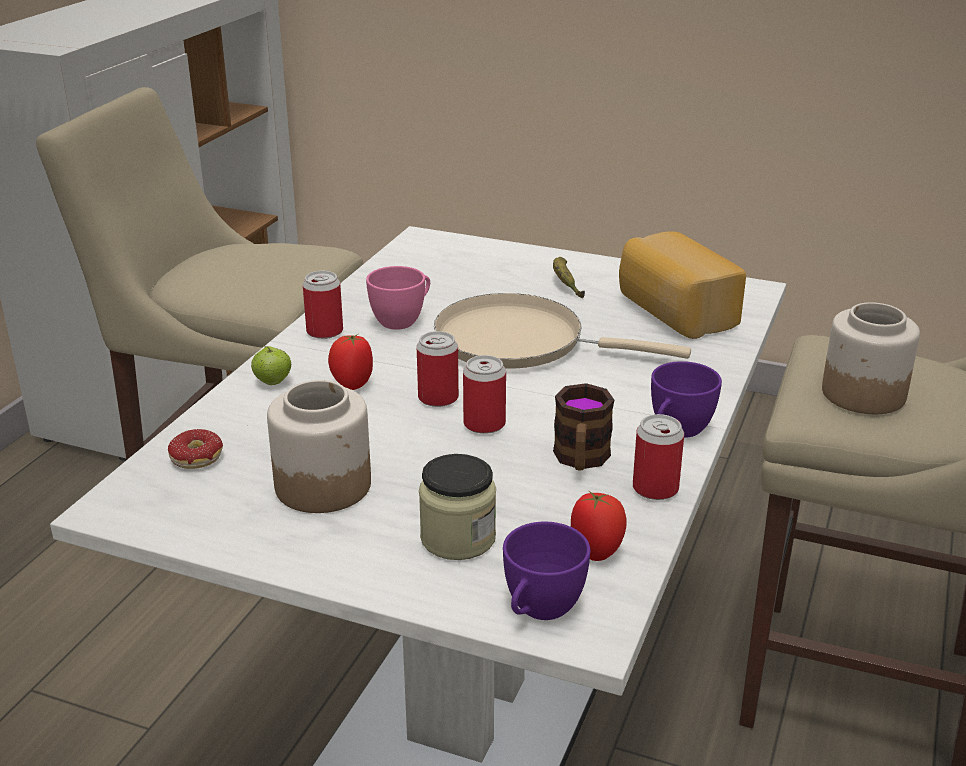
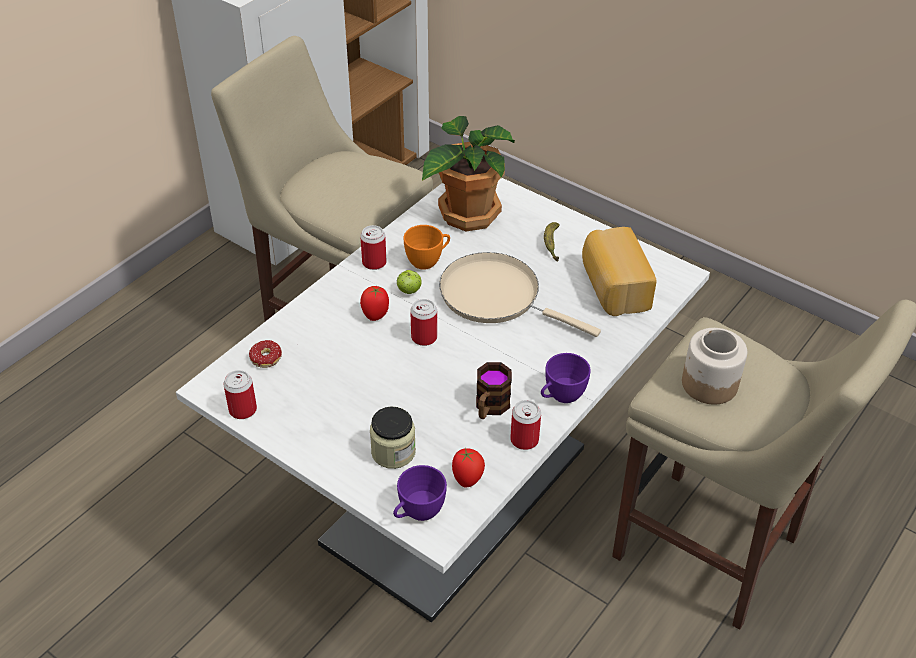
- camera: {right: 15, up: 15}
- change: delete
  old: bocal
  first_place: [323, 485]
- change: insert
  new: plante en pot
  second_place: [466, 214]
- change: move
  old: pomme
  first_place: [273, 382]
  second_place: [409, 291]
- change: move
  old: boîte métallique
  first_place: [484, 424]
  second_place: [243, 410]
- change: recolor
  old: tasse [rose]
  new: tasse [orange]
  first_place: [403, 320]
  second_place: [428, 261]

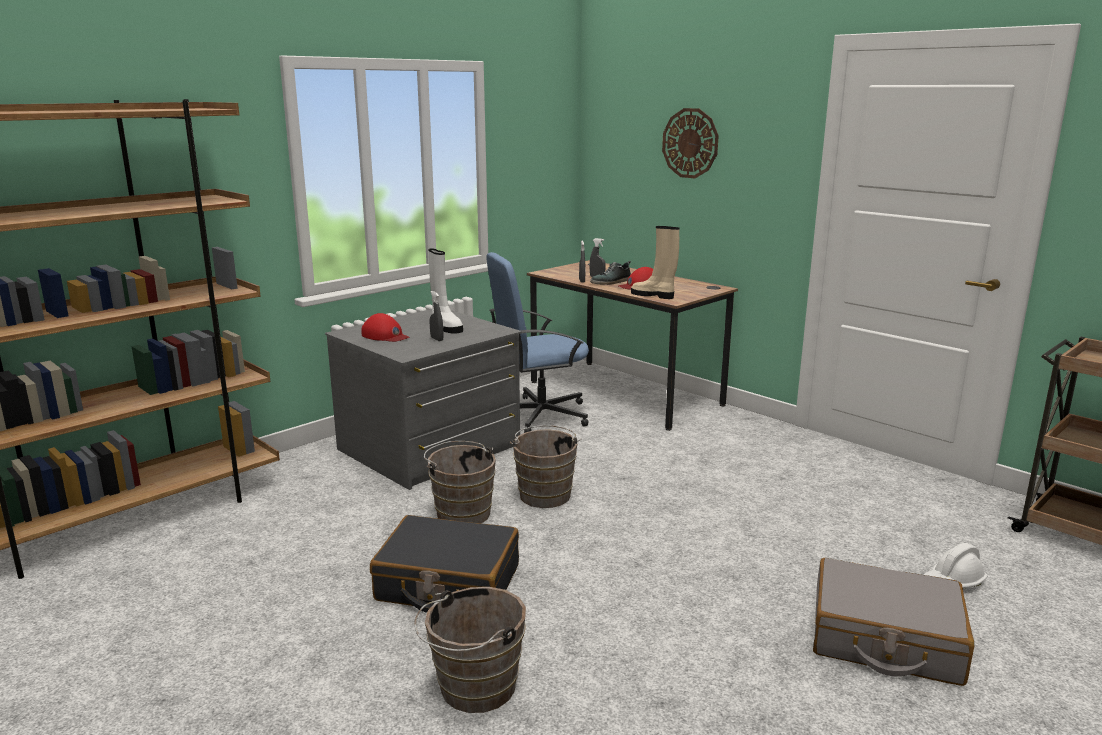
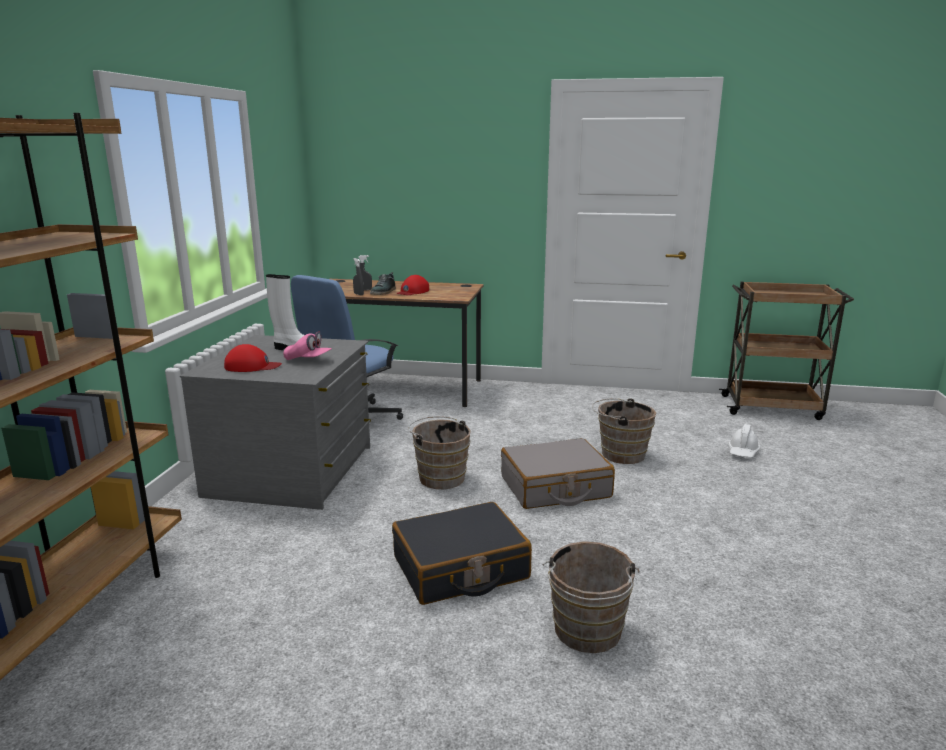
- camera: {right: -35, up: 0}
- change: delete
  old: botte [beige]
  first_place: [654, 295]
- change: delete
  old: horloge murale
  first_place: [690, 143]
- change: move
  old: seau [marron]
  first_place: [461, 512]
  second_place: [619, 454]
- change: move
  old: valise [gris]
  first_place: [885, 639]
  second_place: [555, 487]
- change: replace
  old: vaporisateur [gris]
  new: casquette [rose]
  first_place: [436, 339]
  second_place: [308, 360]

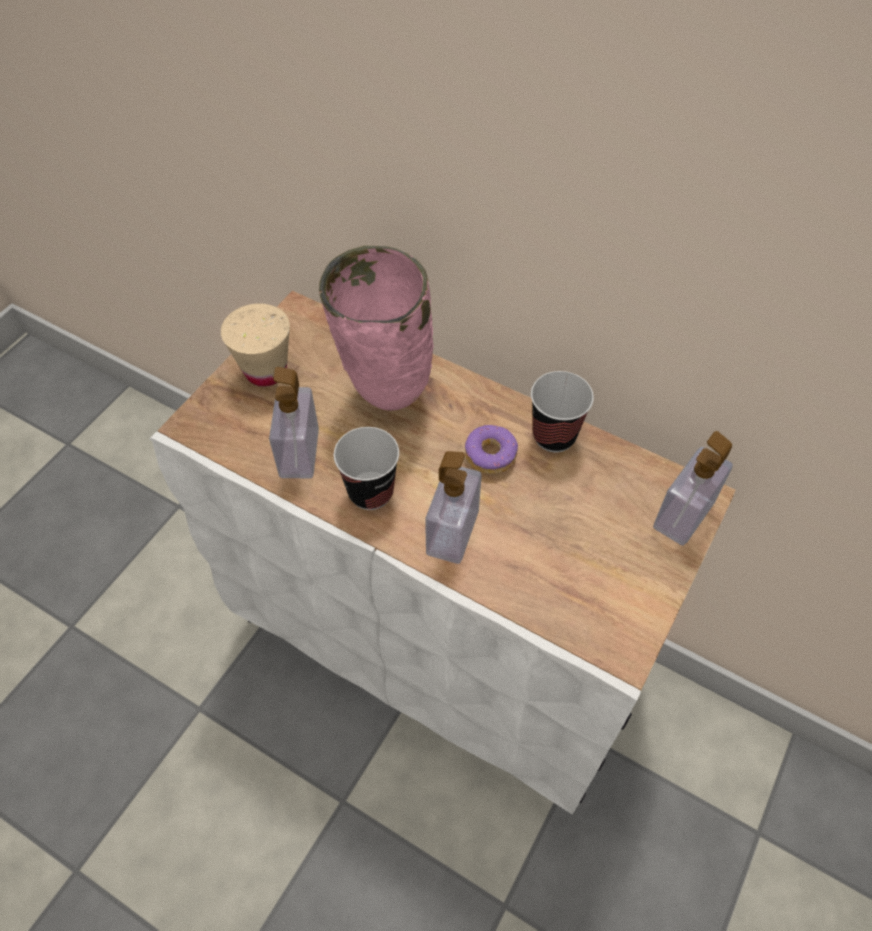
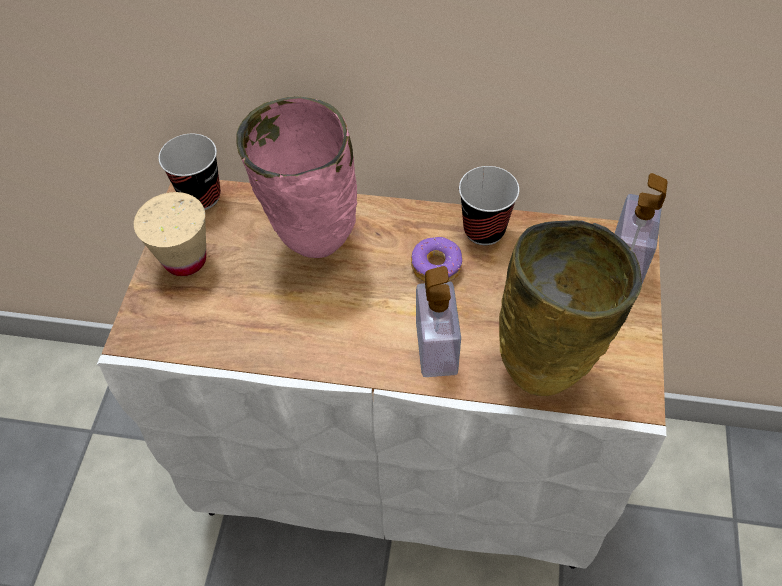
- camera: {right: -20, up: 0}
- change: delete
  old: distributeur de savon
  first_place: [299, 453]
- change: insert
  new: vase [beige]
  second_place: [547, 369]
- change: move
  old: tasse
  first_place: [371, 492]
  second_place: [201, 196]

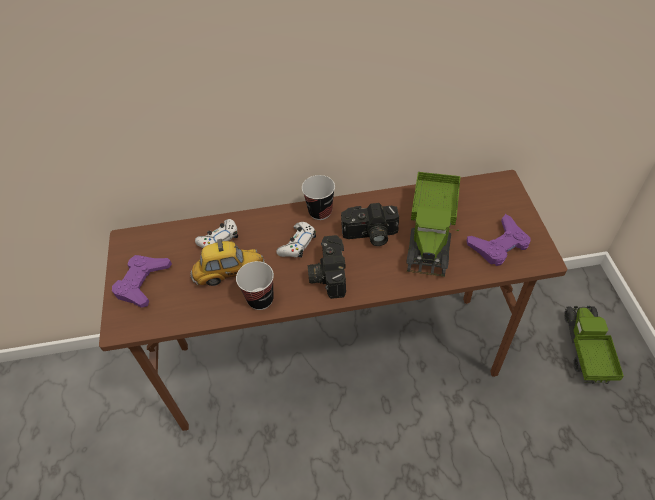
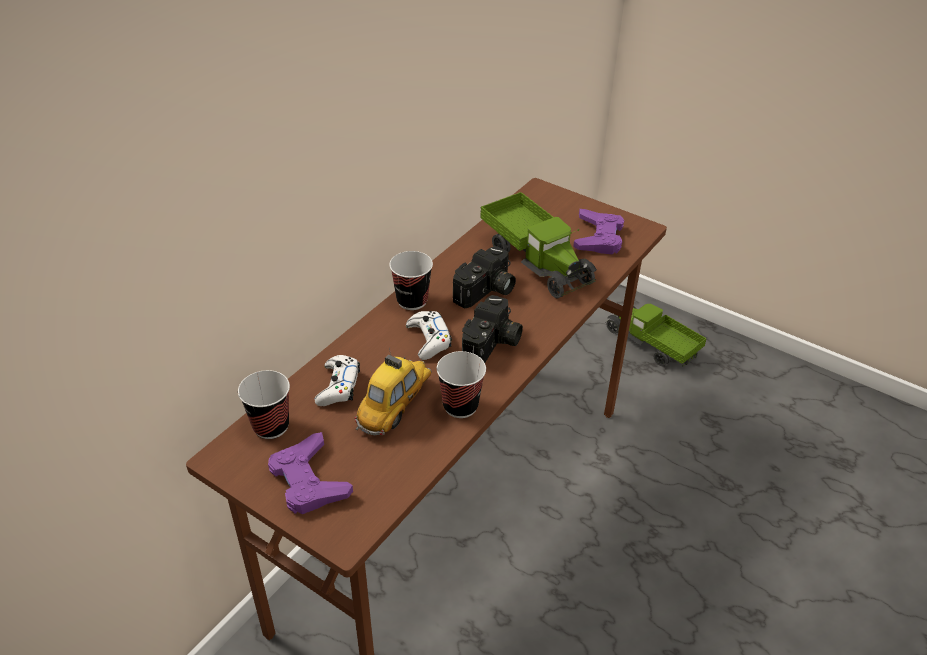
- camera: {right: -50, up: -10}
- change: insert
  new: tasse
  second_place: [271, 426]
- change: rotate
  old: appareil photo
  first_place: [327, 274]
  second_place: [492, 345]
  degrees: -105

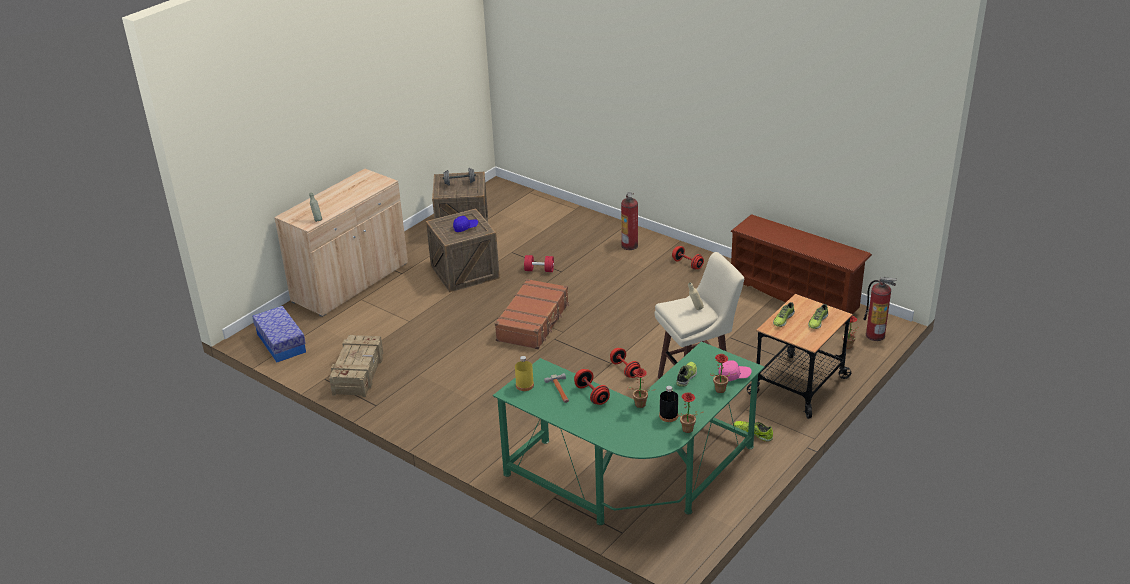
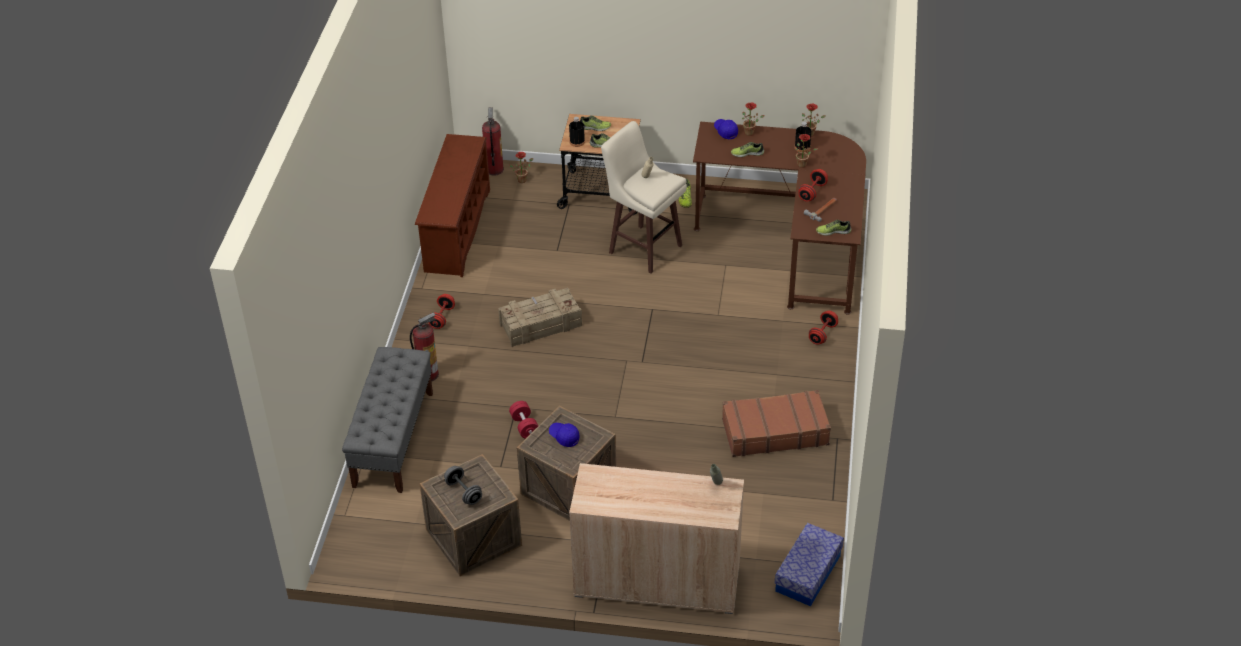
- camera: {right: -120, up: 10}
- change: insert
  new: banc [gris]
  second_place: [393, 439]
- change: insert
  new: bouteille [noir]
  second_place: [577, 142]
- change: move
  old: caisse
  first_place: [359, 373]
  second_place: [540, 325]
- change: move
  old: valise [marron]
  first_place: [533, 322]
  second_place: [774, 431]
- change: move
  old: haltère [rouge]
  first_place: [625, 369]
  second_place: [822, 334]
- change: replace
  old: bouteille [jaune]
  new: chaussure
  first_place: [524, 385]
  second_place: [833, 231]
- change: recolor
  old: bureau [vert]
  new: bureau [marron]
  first_place: [635, 479]
  second_place: [791, 241]
- change: recolor
  old: casquette [rose]
  new: casquette [bleu]
  first_place: [734, 376]
  second_place: [725, 131]

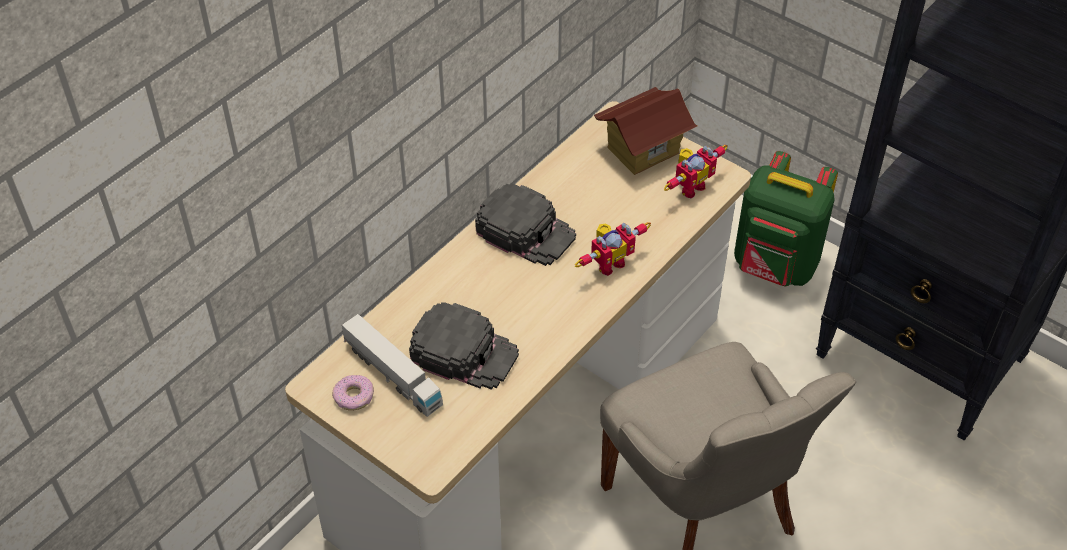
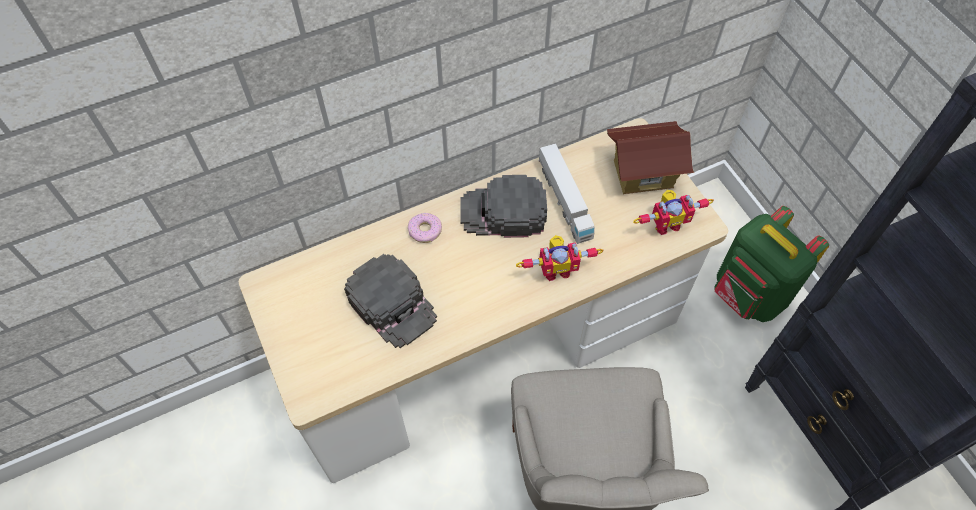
- camera: {right: 25, up: 10}
- change: move
  old: beignet
  first_place: [354, 397]
  second_place: [425, 231]
- change: move
  old: camion jouet
  first_place: [392, 374]
  second_place: [564, 200]
- change: rotate
  old: casquette [noir]
  first_place: [526, 231]
  second_place: [503, 212]
  degrees: 120

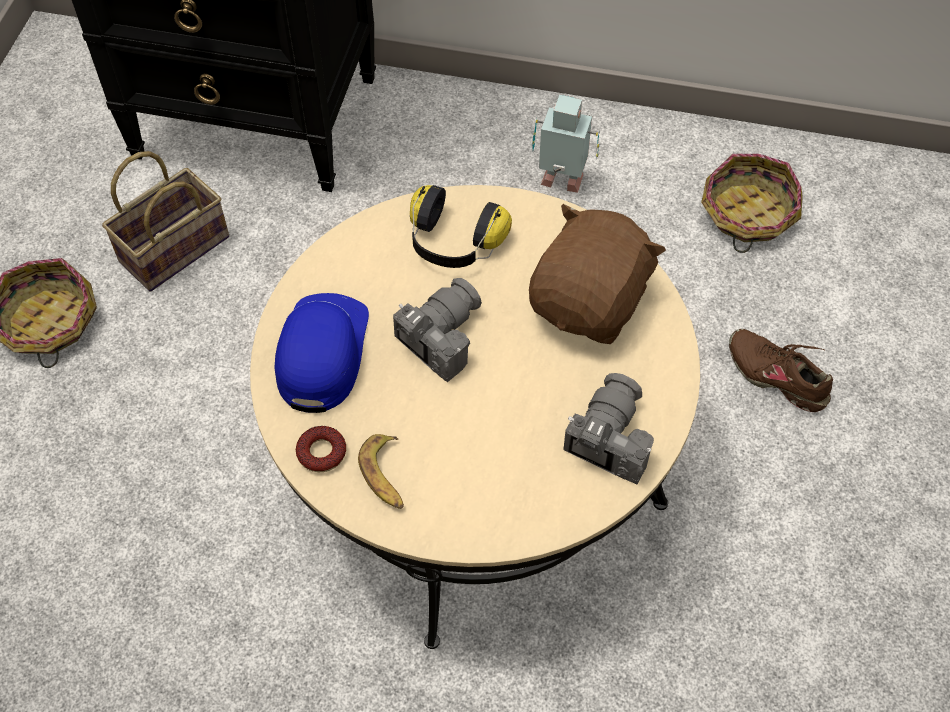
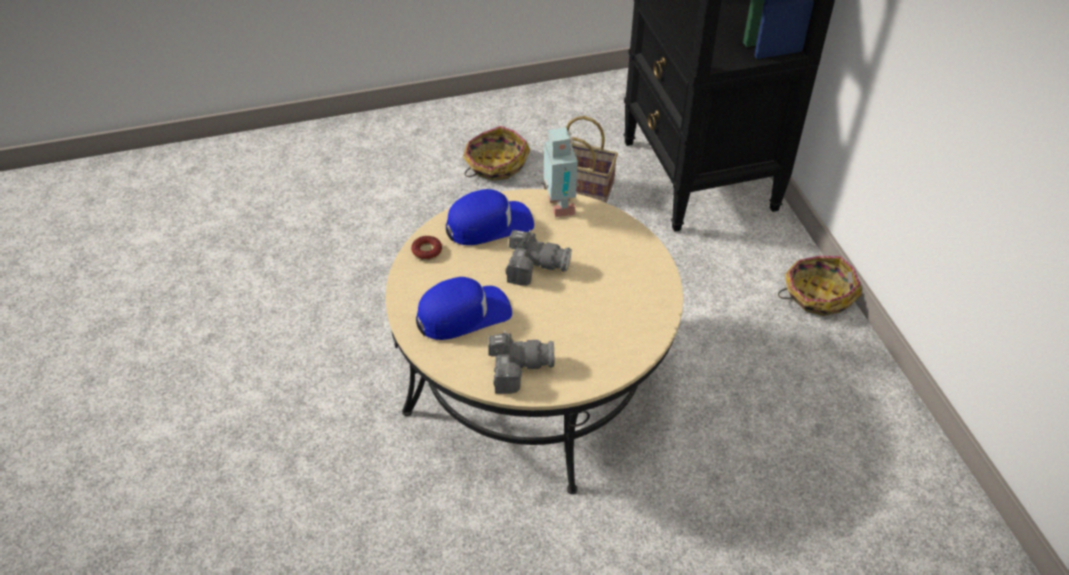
- camera: {right: 60, up: -10}
- change: delete
  old: banane
  first_place: [386, 476]
- change: delete
  old: casque audio
  first_place: [453, 243]
- change: delete
  old: peluche [marron]
  first_place: [591, 303]
- change: delete
  old: chaussure [marron]
  first_place: [777, 376]
- change: insert
  new: casquette [bleu]
  second_place: [463, 314]
- change: move
  old: robot jouet
  first_place: [562, 183]
  second_place: [558, 207]
- change: move
  old: panier
  first_place: [747, 214]
  second_place: [817, 294]

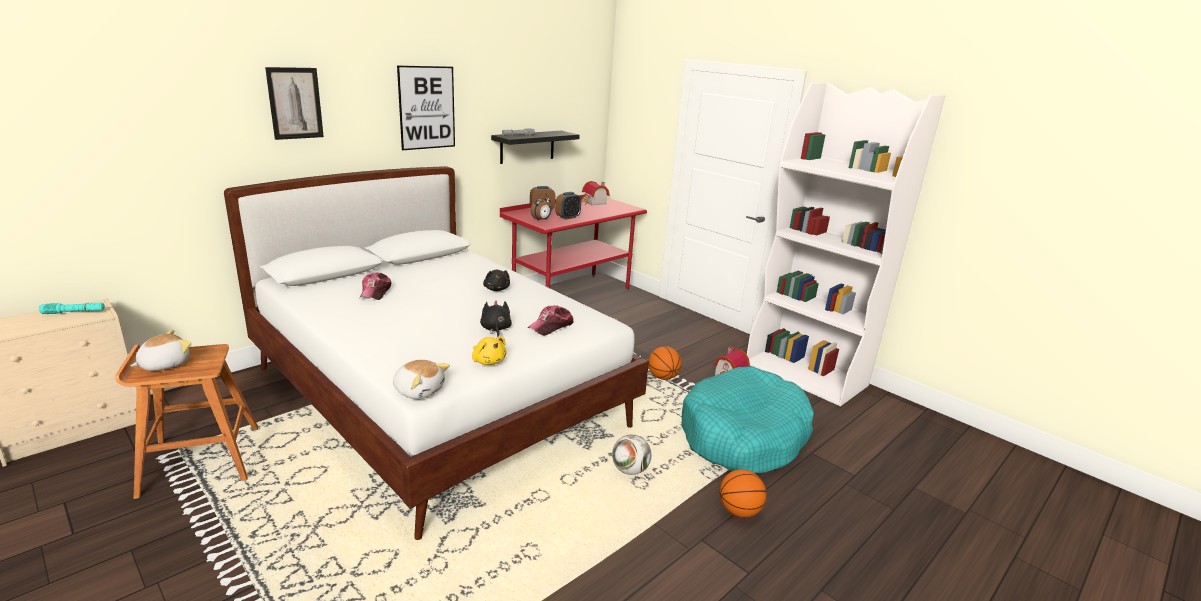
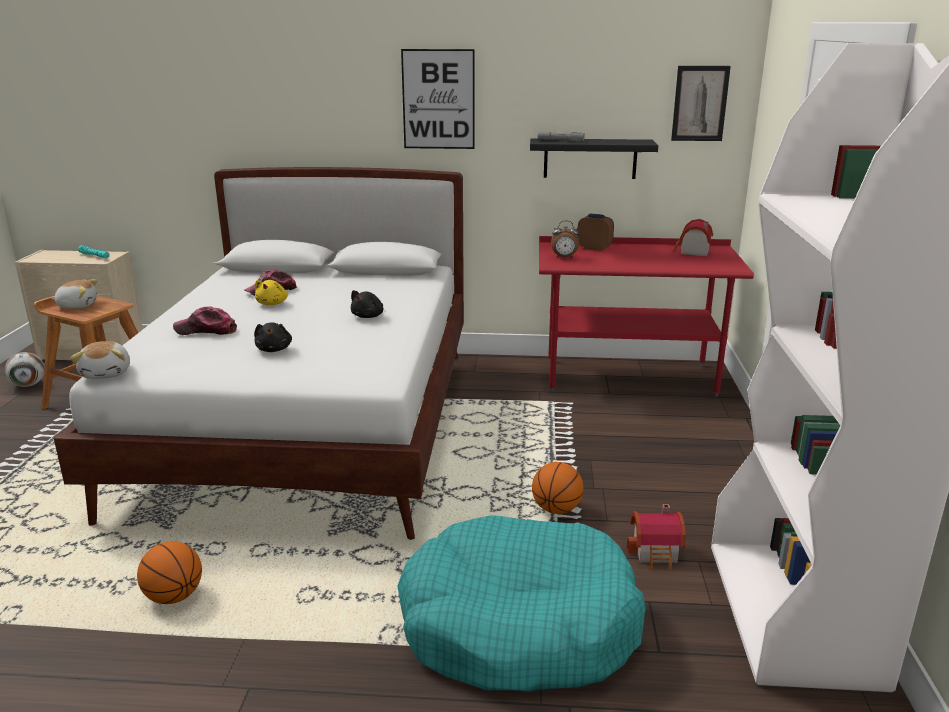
- camera: {right: 50, up: 0}
- change: delete
  old: réveil
  first_place: [568, 217]
- change: move
  old: tableau
  first_place: [295, 103]
  second_place: [700, 103]
- change: move
  old: peluche [jaune]
  first_place: [488, 361]
  second_place: [272, 303]
- change: move
  old: casquette
  first_place: [551, 326]
  second_place: [206, 330]
- change: move
  old: ballon de foot
  first_place: [630, 470]
  second_place: [28, 385]
- change: move
  old: ballon de basket
  first_place: [739, 511]
  second_place: [174, 596]
- change: rotate
  old: peluche [noir]
  first_place: [495, 329]
  second_place: [274, 349]
  degrees: 135

